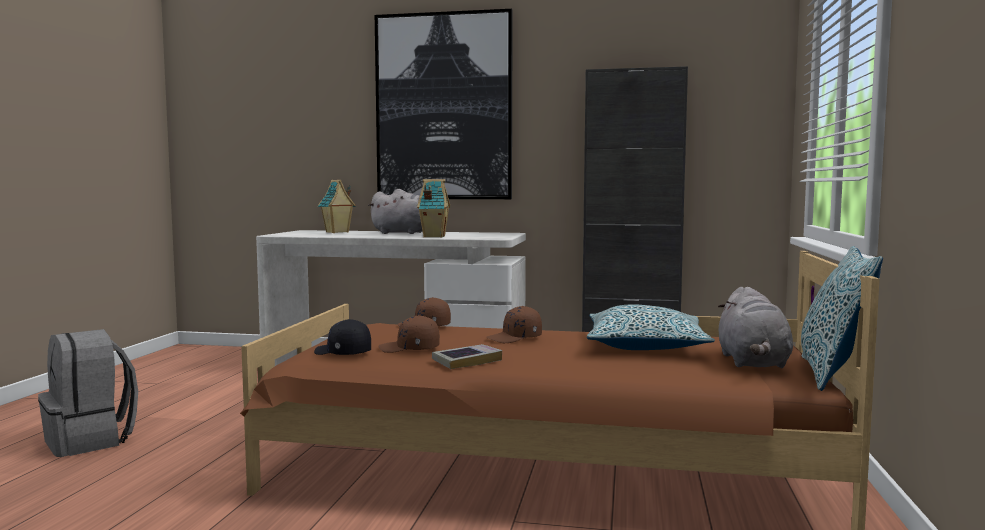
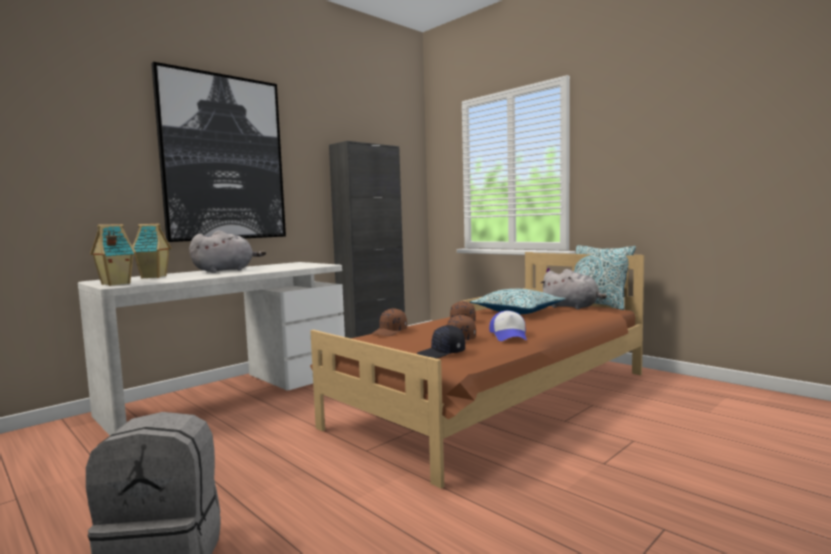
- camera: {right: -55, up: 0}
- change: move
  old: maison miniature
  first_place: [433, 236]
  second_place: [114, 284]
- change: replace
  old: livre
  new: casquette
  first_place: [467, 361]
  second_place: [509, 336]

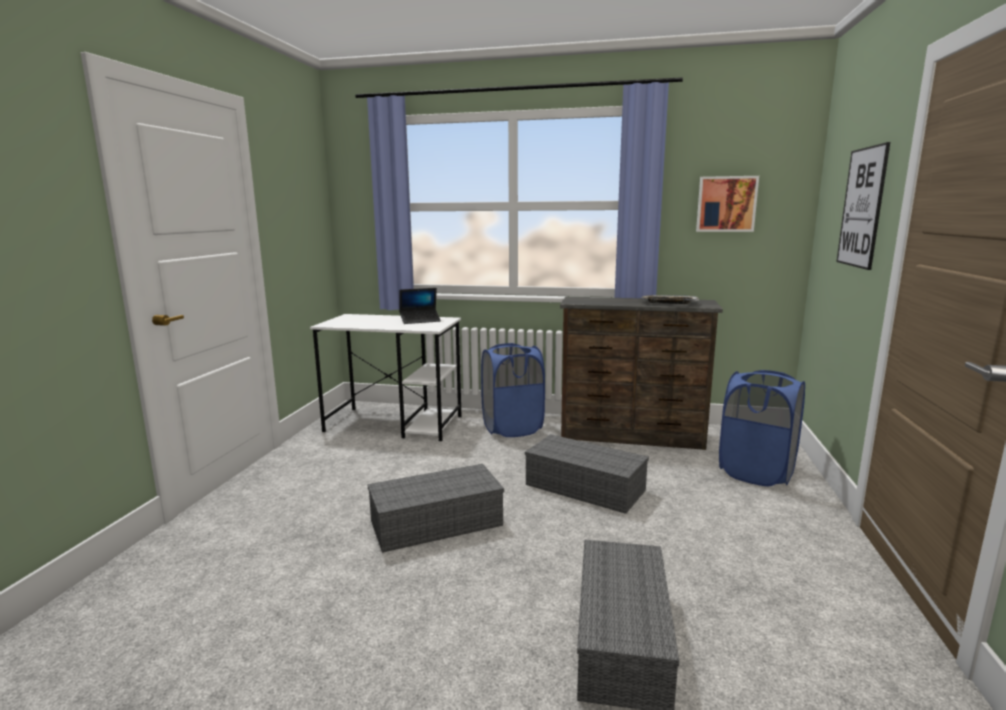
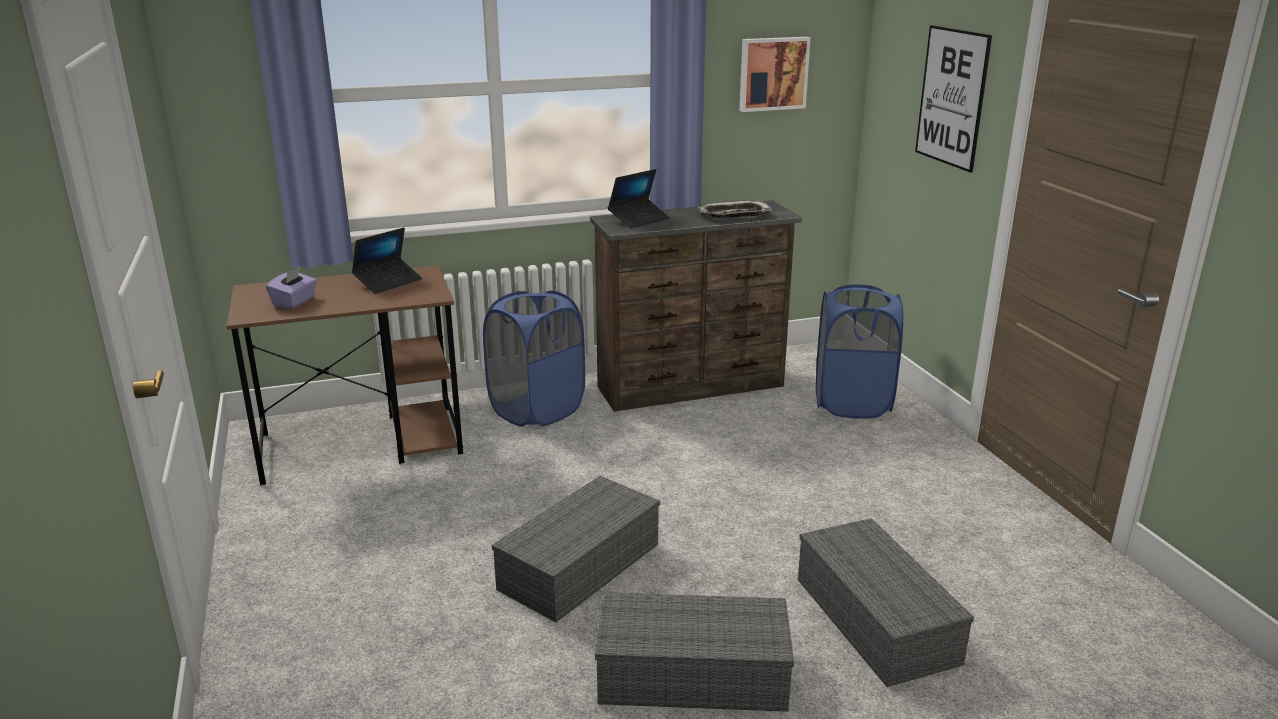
- camera: {right: -30, up: 10}
- change: insert
  new: boîte à mouchoirs [violet]
  second_place: [295, 302]
- change: insert
  new: ordinateur portable
  second_place: [639, 219]
- change: move
  old: boîte de rangement [gris]
  first_place: [587, 487]
  second_place: [695, 673]
- change: recolor
  old: bureau [blanc]
  new: bureau [marron]
  first_place: [395, 424]
  second_place: [363, 443]

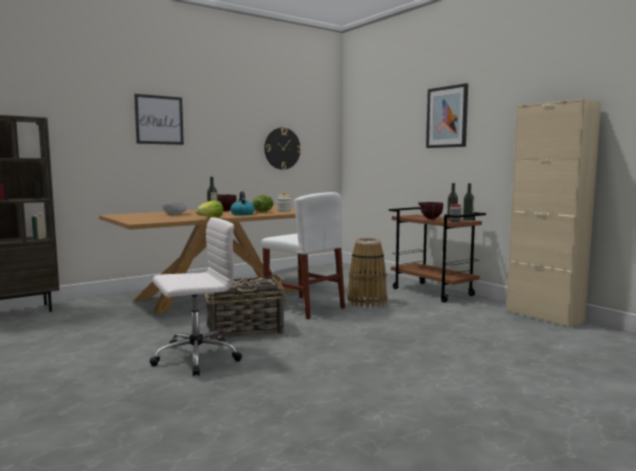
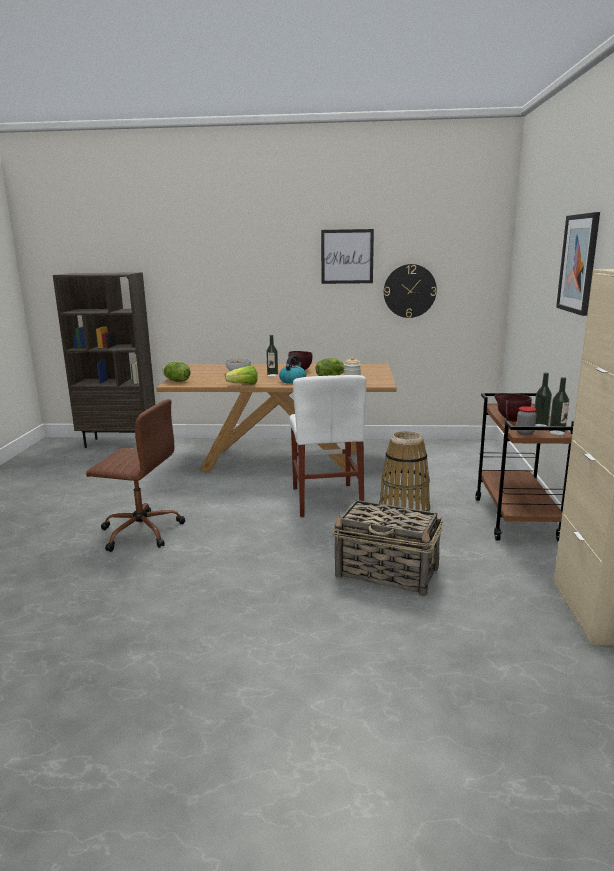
- camera: {right: 40, up: 10}
- change: insert
  new: laitue
  second_place: [176, 381]
- change: move
  old: tableau
  first_place: [159, 120]
  second_place: [347, 256]
- change: move
  old: panier
  first_place: [245, 330]
  second_place: [388, 573]
- change: recolor
  old: chaise de bureau [blanc]
  new: chaise de bureau [marron]
  first_place: [195, 358]
  second_place: [140, 531]

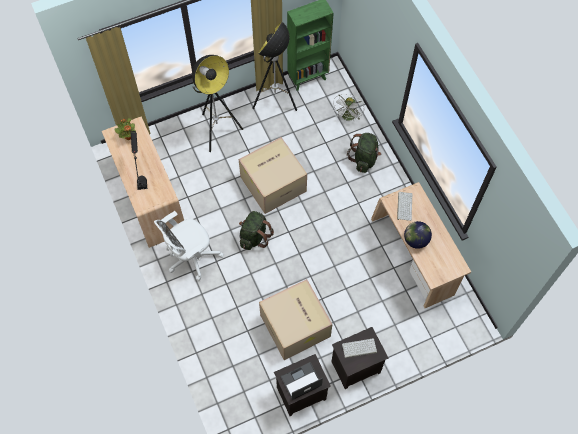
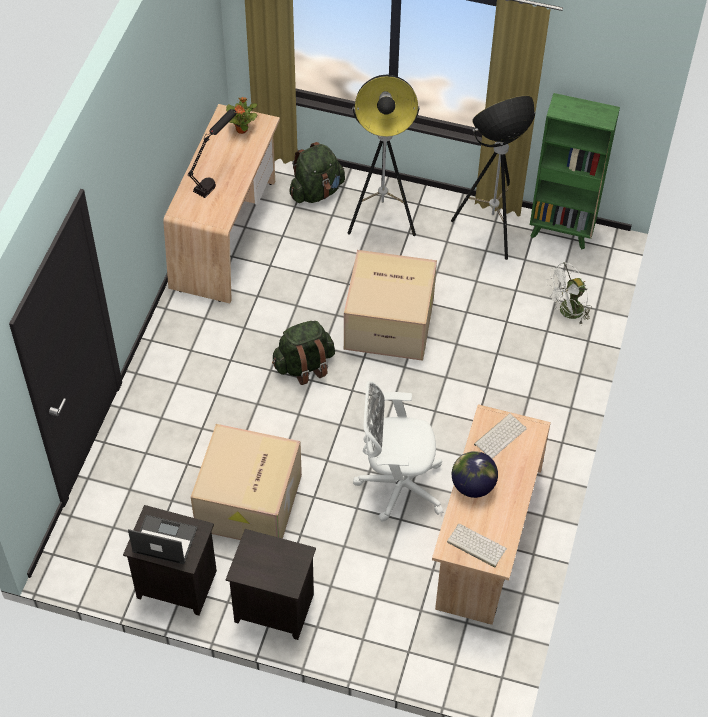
- camera: {right: 40, up: -10}
- change: move
  old: chaise de bureau [blanc]
  first_place: [191, 258]
  second_place: [396, 485]
- change: move
  old: clavier
  first_place: [359, 348]
  second_place: [475, 545]
- change: move
  old: sac à dos [vert]
  first_place: [364, 159]
  second_place: [316, 191]

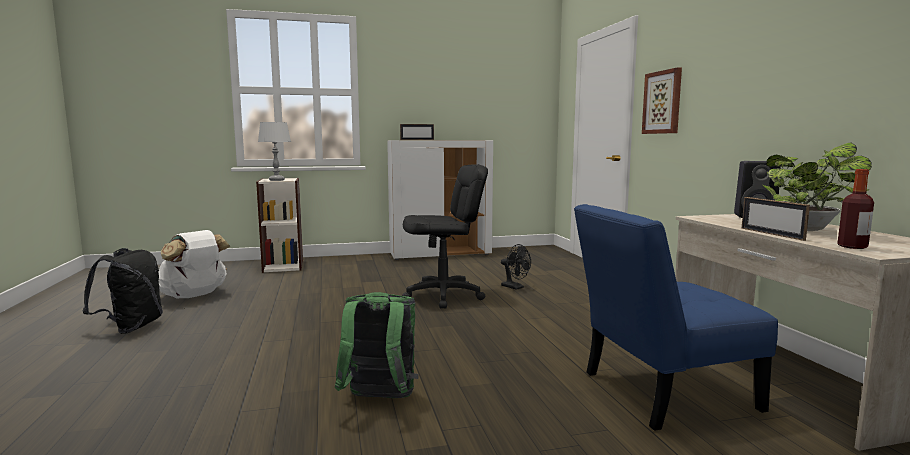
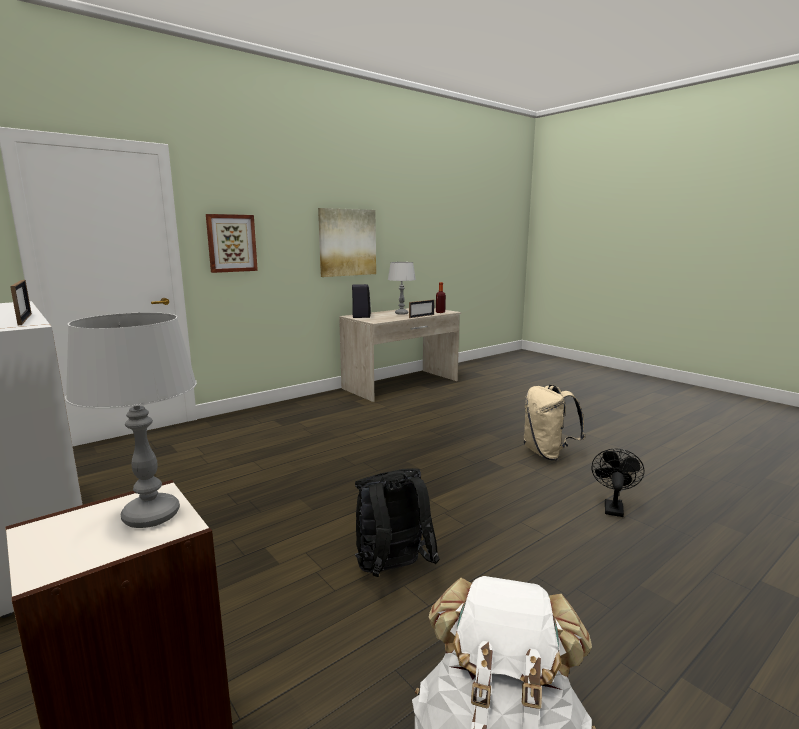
- camera: {right: -115, up: 5}
- change: delete
  old: chaise de bureau [noir]
  first_place: [443, 296]
- change: delete
  old: chaise [bleu]
  first_place: [660, 392]
- change: insert
  new: tableau
  second_place: [347, 242]
- change: move
  old: sac à dos [noir]
  first_place: [131, 327]
  second_place: [392, 571]
- change: move
  old: ventilateur [noir]
  first_place: [515, 287]
  second_place: [612, 506]
- change: replace
  old: plante en pot
  new: lampe de table [gris]
  first_place: [808, 230]
  second_place: [401, 313]
- change: recolor
  old: sac à dos [vert]
  new: sac à dos [beige]
  first_place: [379, 400]
  second_place: [547, 454]

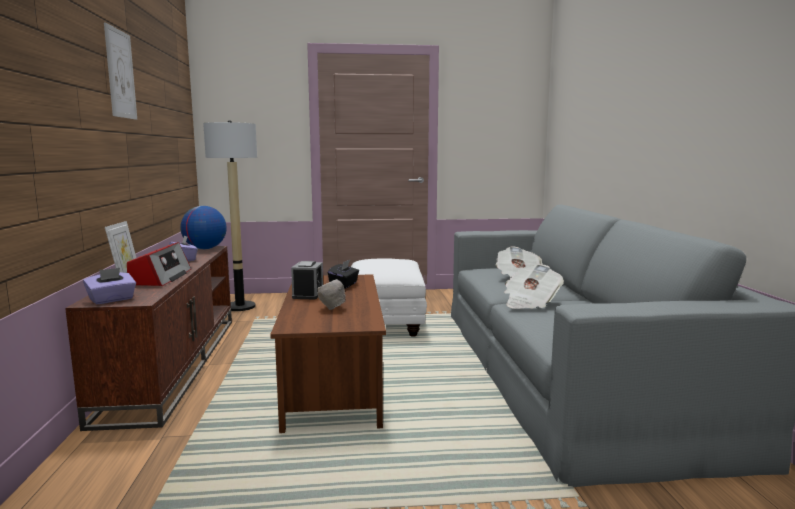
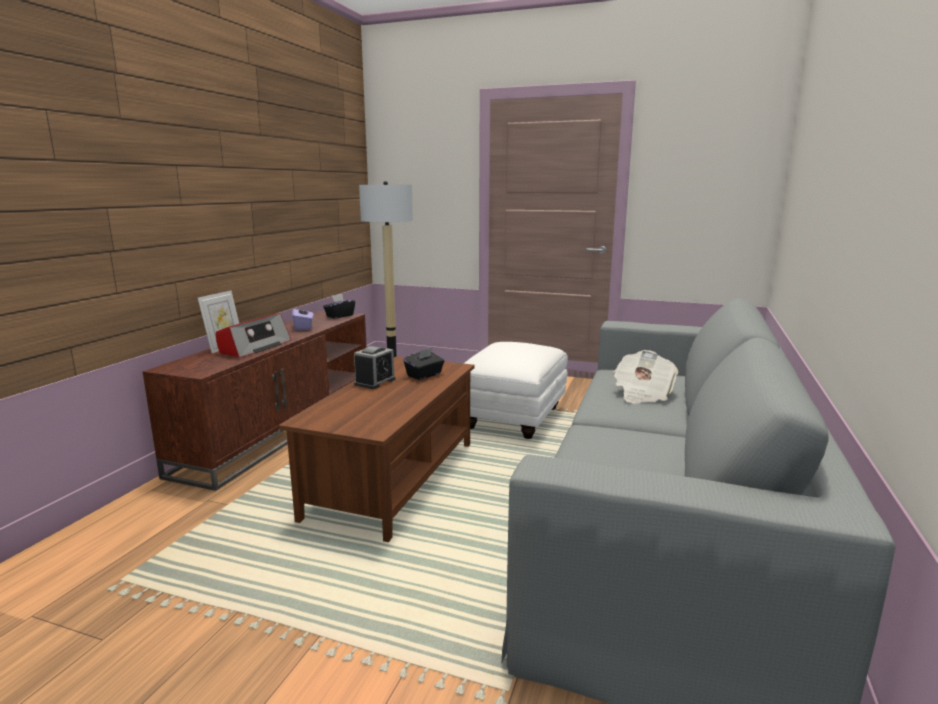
- camera: {right: 25, up: 5}
- change: delete
  old: boîte à mouchoirs [violet]
  first_place: [112, 300]
- change: delete
  old: tableau
  first_place: [120, 74]
- change: delete
  old: bol [gris]
  first_place: [331, 308]
- change: delete
  old: journal
  first_place: [530, 302]
- change: replace
  old: globe
  new: boîte à mouchoirs [noir]
  first_place: [205, 249]
  second_place: [339, 316]

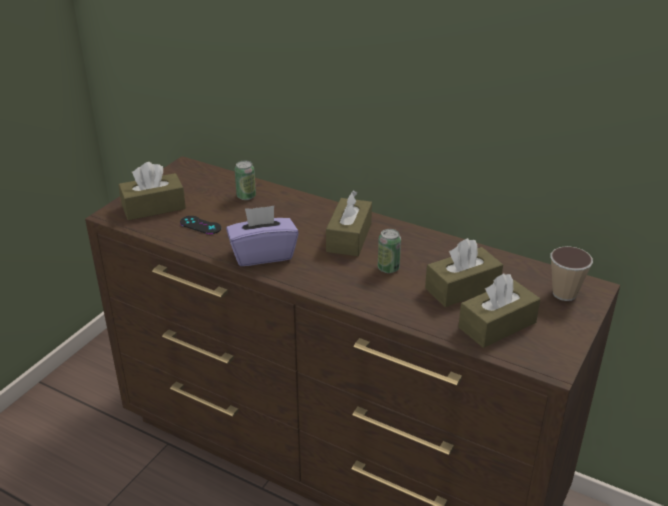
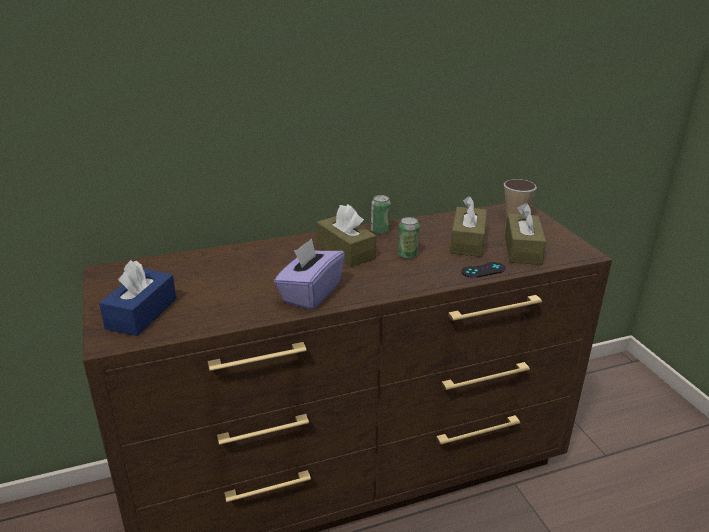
- camera: {right: -50, up: -5}
- change: move
  old: manette [noir]
  first_place: [200, 225]
  second_place: [483, 270]
- change: move
  old: boîte métallique
  first_place: [246, 196]
  second_place: [380, 230]
- change: recolor
  old: boîte à mouchoirs [marron]
  new: boîte à mouchoirs [bleu]
  first_place: [153, 207]
  second_place: [141, 314]

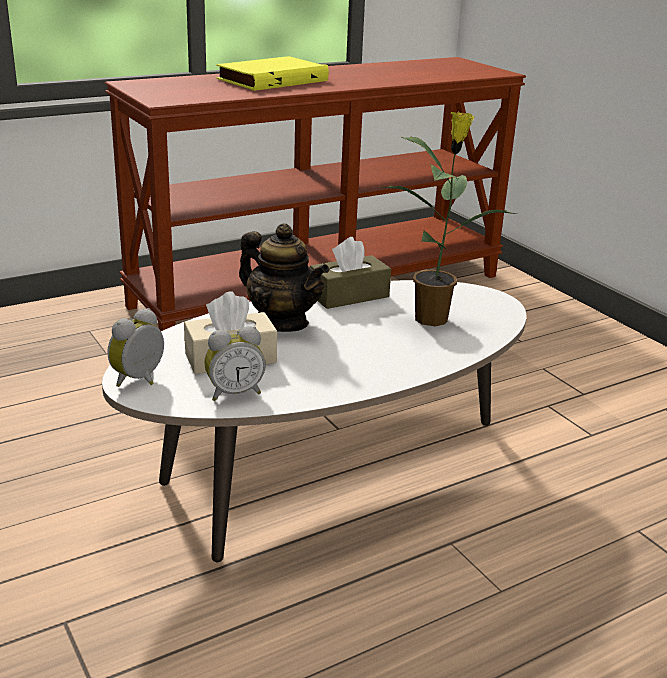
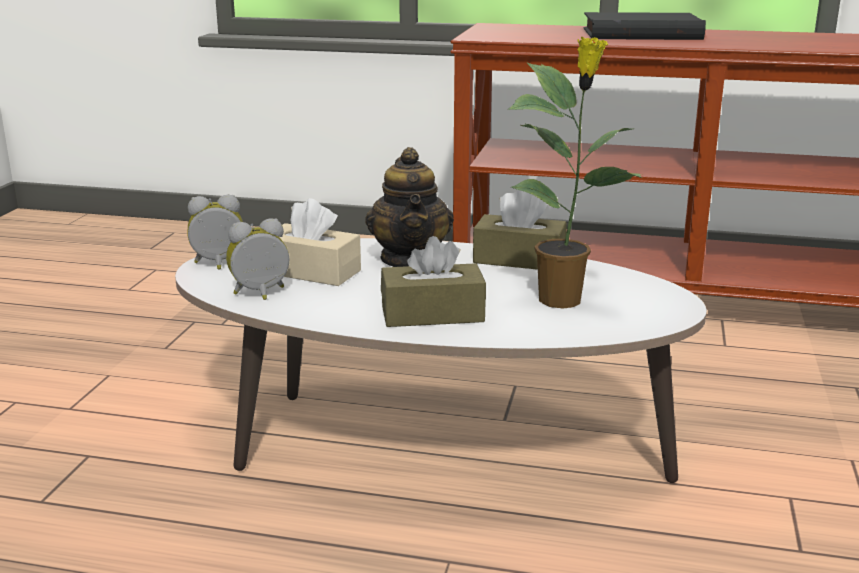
- camera: {right: 45, up: -5}
- change: insert
  new: boîte à mouchoirs [marron]
  second_place: [432, 314]
- change: recolor
  old: livre [jaune]
  new: livre [noir]
  first_place: [271, 79]
  second_place: [641, 34]
- change: rotate
  old: réveil
  first_place: [234, 393]
  second_place: [261, 294]
  degrees: 135

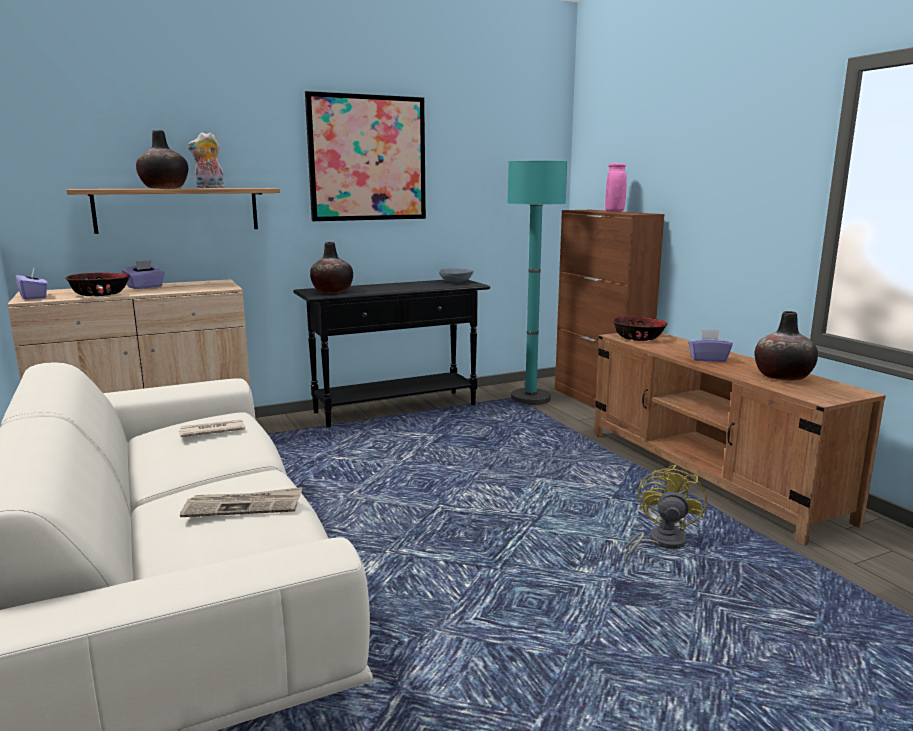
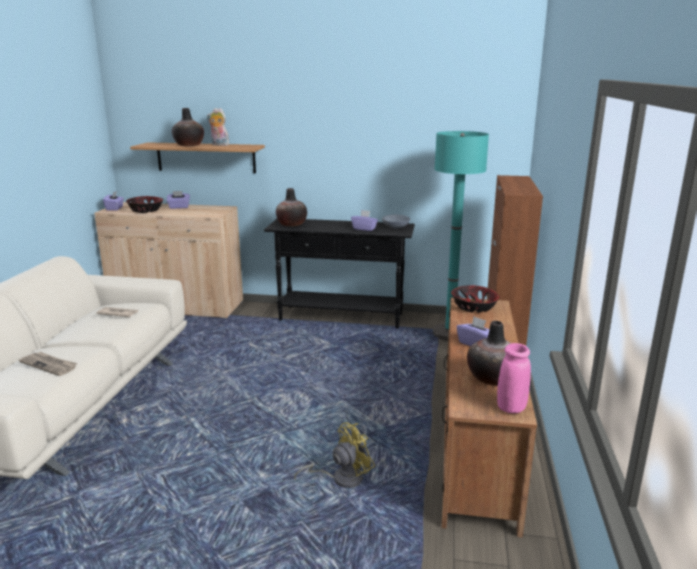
- camera: {right: 35, up: 5}
- change: delete
  old: tableau
  first_place: [367, 158]
- change: insert
  new: boîte à mouchoirs [violet]
  second_place: [364, 229]
- change: move
  old: vase [rose]
  first_place: [614, 211]
  second_place: [511, 408]

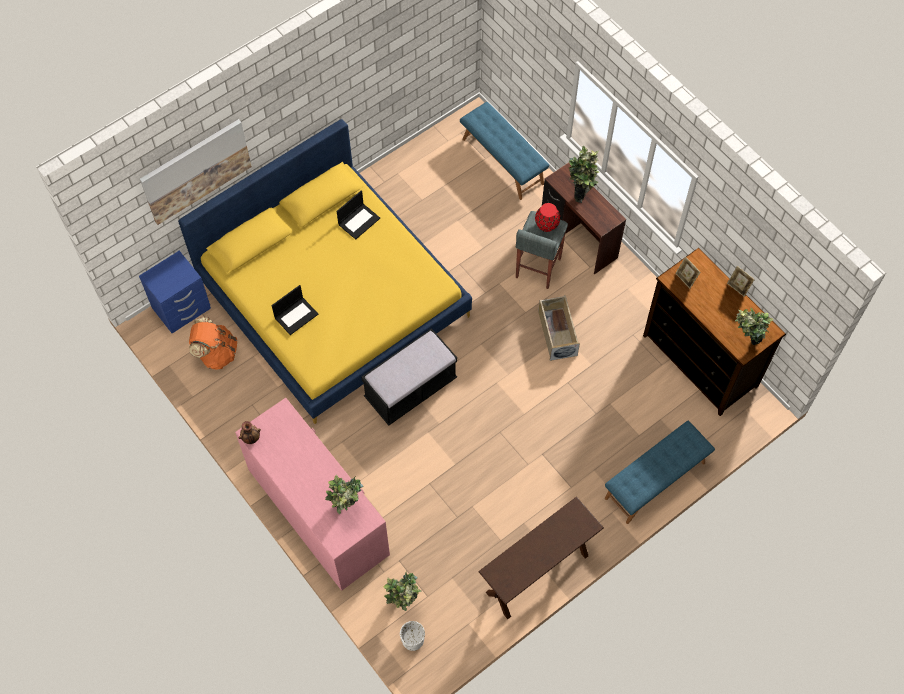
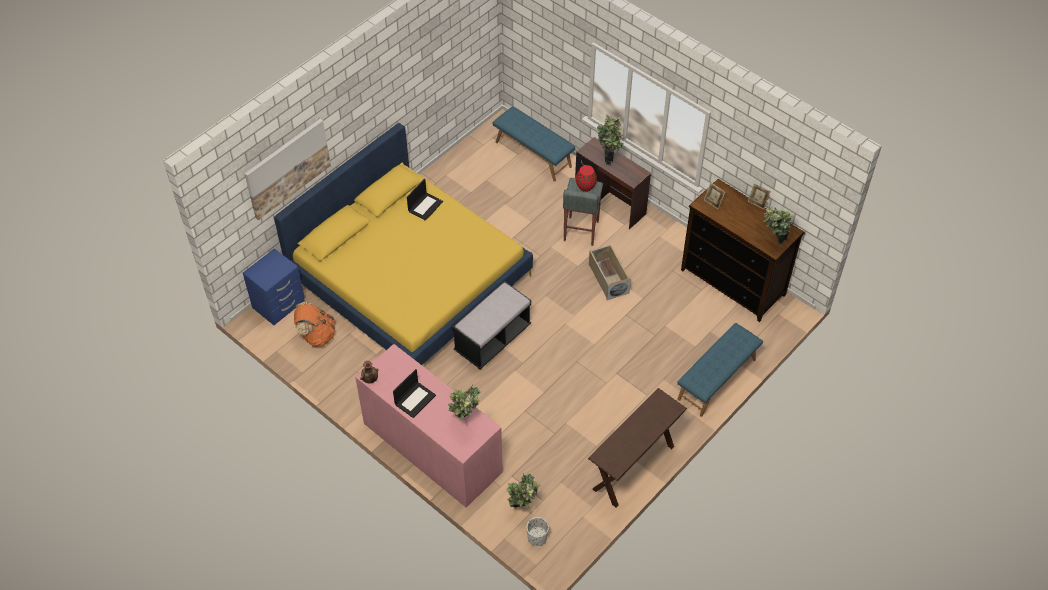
- camera: {right: -10, up: -10}
- change: move
  old: ordinateur portable
  first_place: [296, 315]
  second_place: [415, 399]

